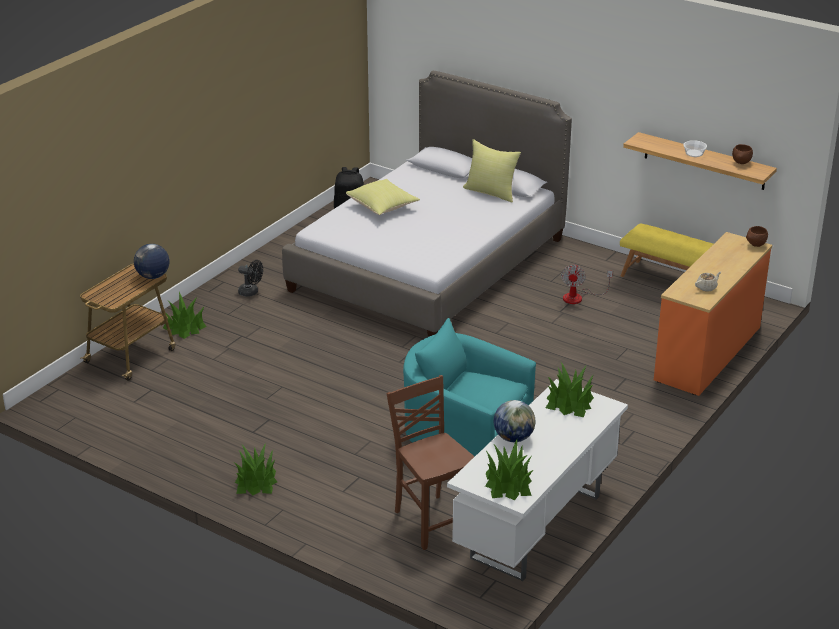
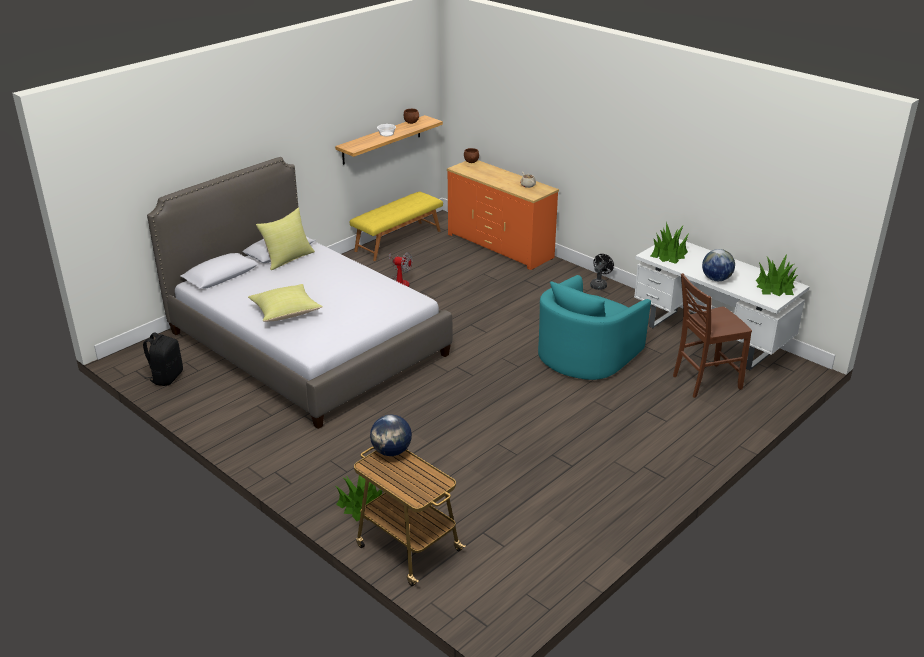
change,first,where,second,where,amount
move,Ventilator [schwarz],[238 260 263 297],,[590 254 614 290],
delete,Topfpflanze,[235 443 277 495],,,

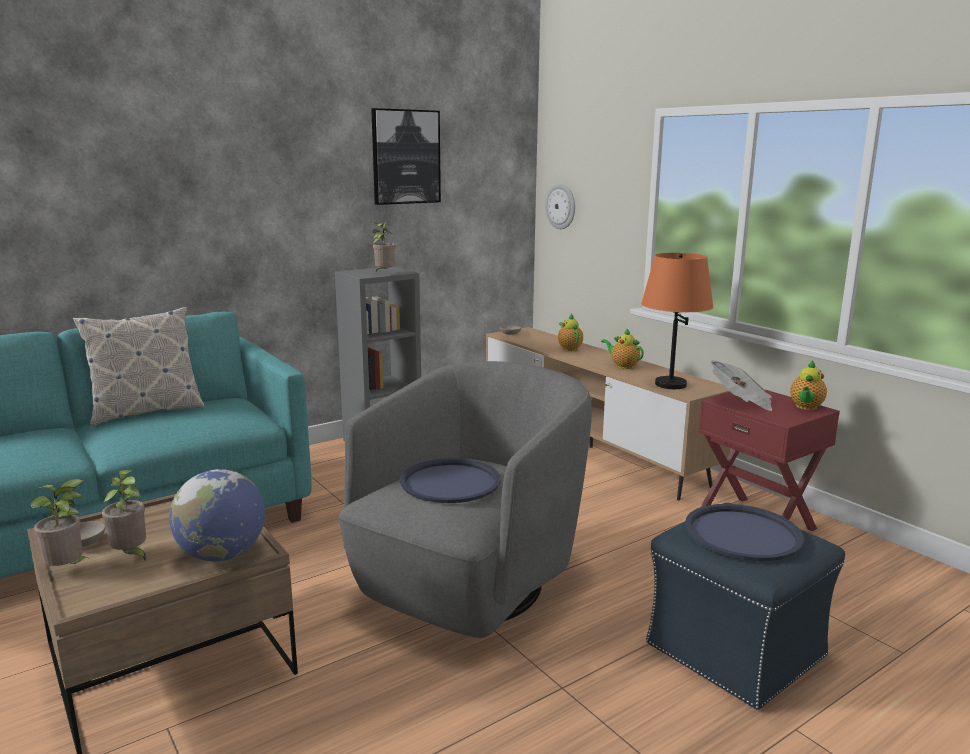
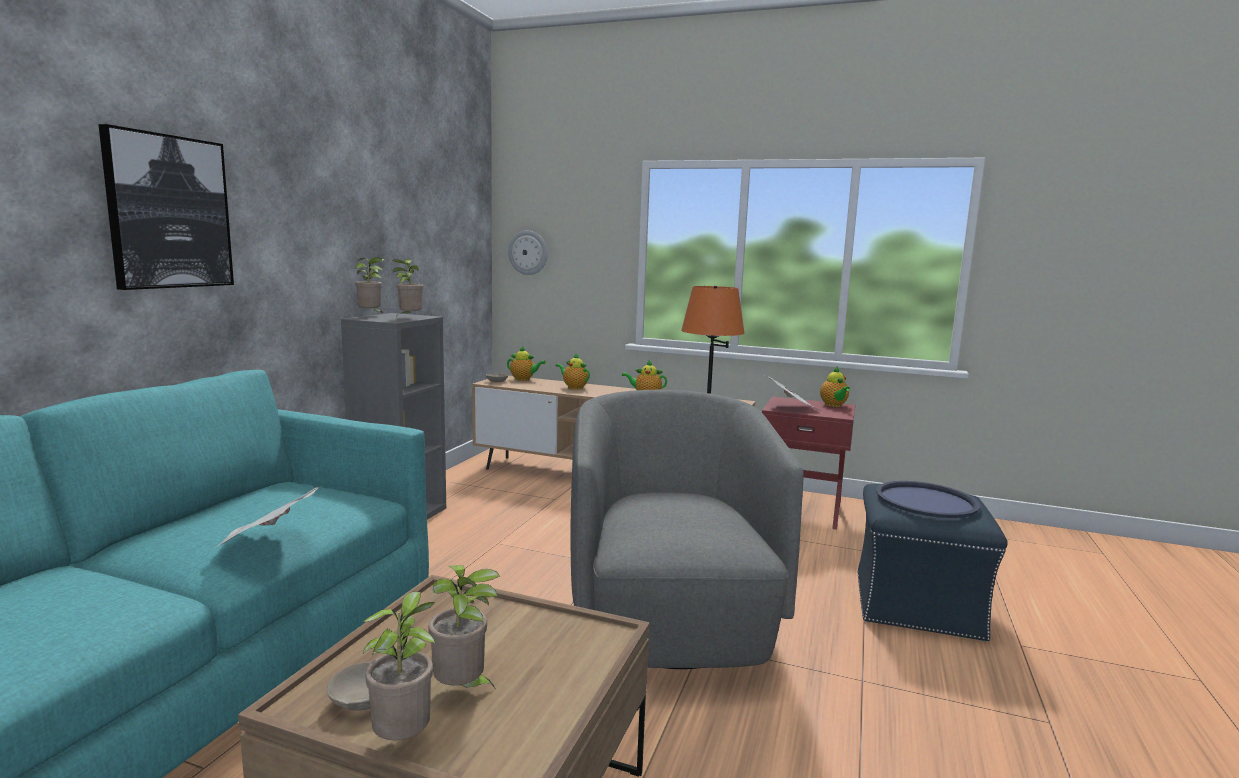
change,first,where,second,where,amount
move,Bild,[371 108 441 205],,[98 124 234 290],
delete,Kissen,[73 307 204 426],,,
delete,Tablett [blau],[400 458 501 503],,,
delete,Globus,[169 469 265 561],,,
insert,,,Topfpflanze,[355 257 385 315],
insert,,,Teekanne,[507 346 546 381],
insert,,,Zeitung,[216 486 319 547],

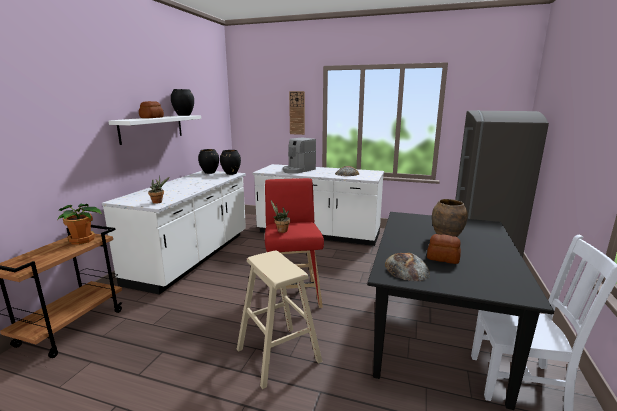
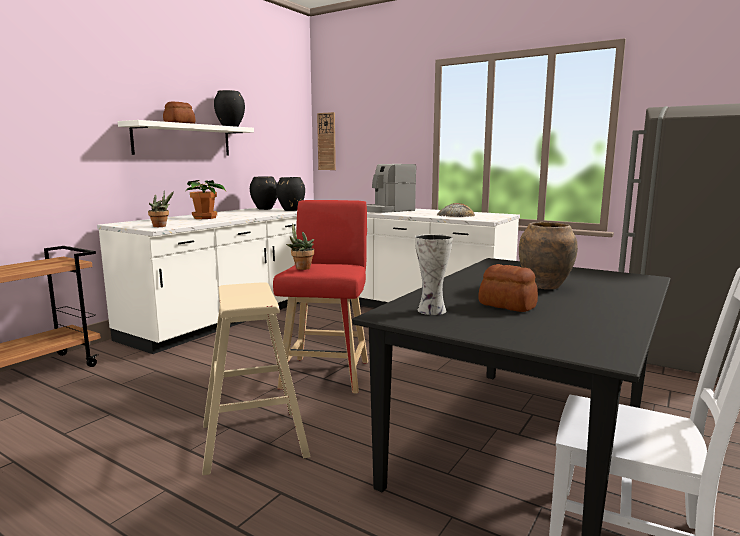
change,first,where,second,where,amount
move,Wanduhr,[289 91 305 135],,[317 112 336 170],
move,Topfpflanze,[58 204 102 245],,[186 180 226 219],
replace,Brot,[385 253 430 282],Vase,[415 234 453 315],

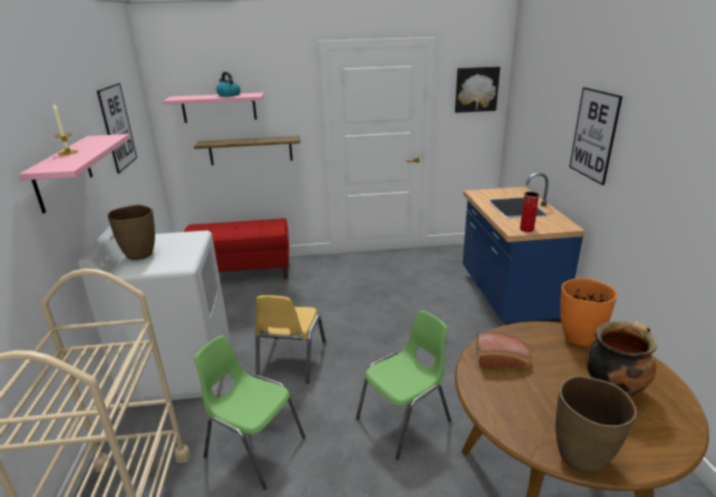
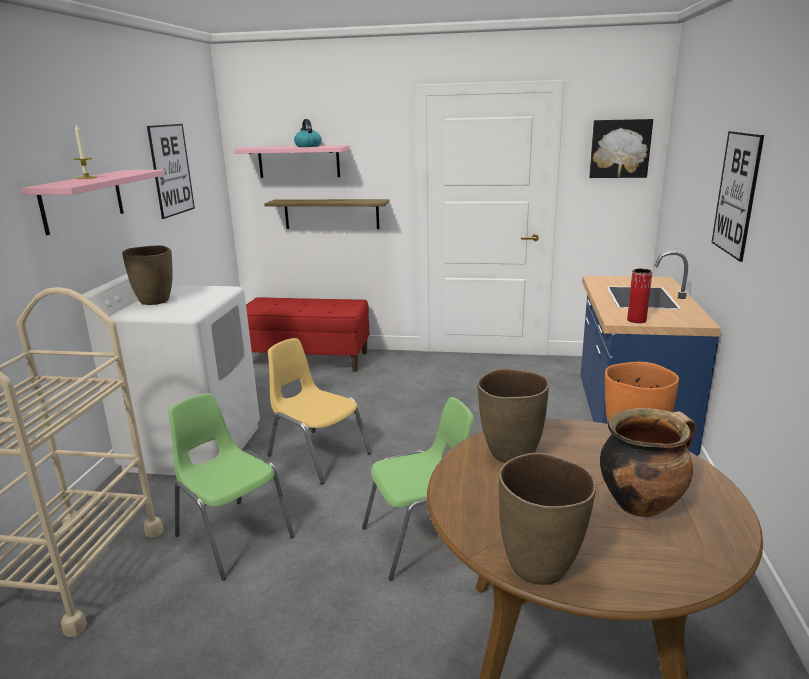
change,first,where,second,where,amount
rotate,Stuhl [gelb],[255 295 326 384],,[267 338 372 484],105 degrees clockwise
replace,Brot,[476 332 531 368],Vase [braun],[477 369 549 463],

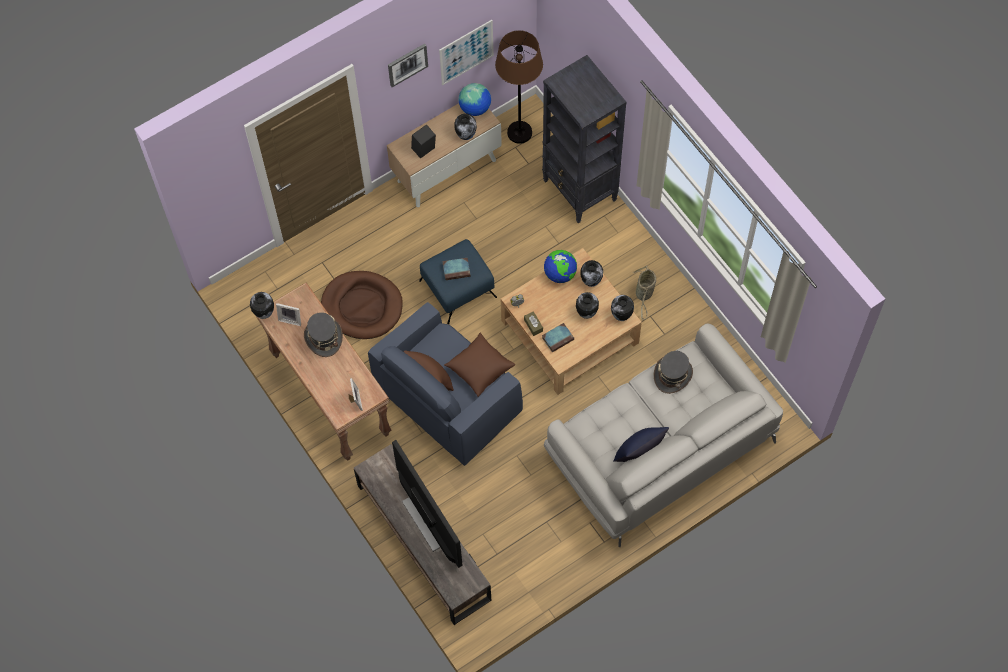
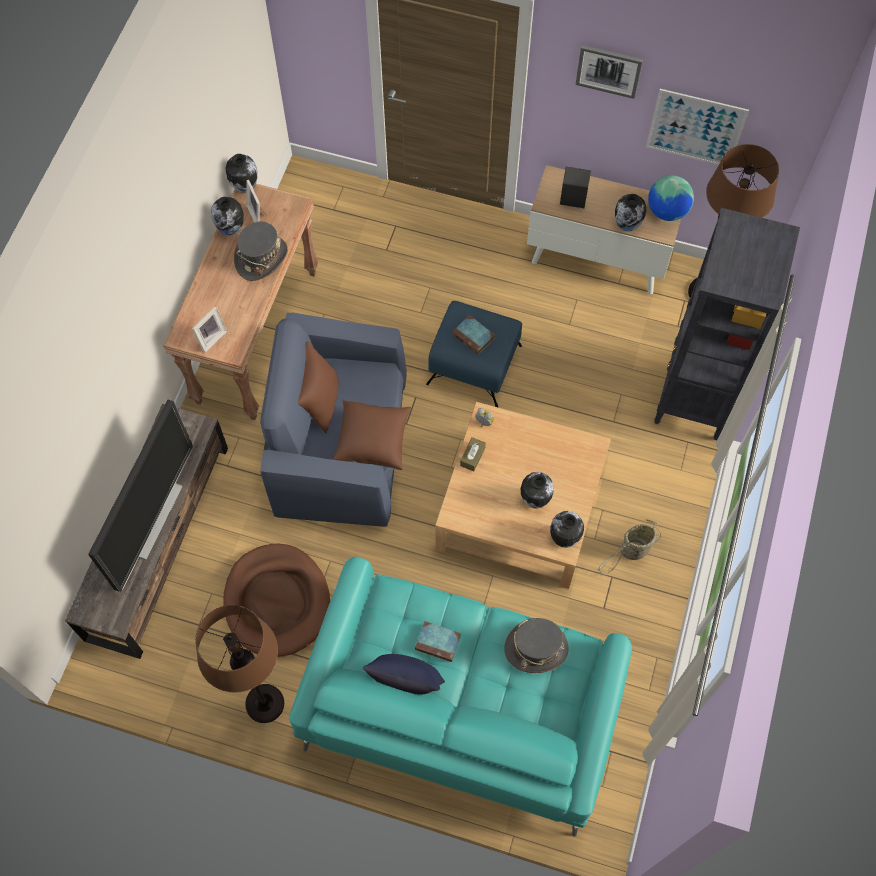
change,first,where,second,where,amount
delete,Globus,[544 250 577 283],,,
move,Vase,[580 260 603 287],,[211 197 244 236],
move,Hundebett [braun],[321 271 403 339],,[224 543 330 657],
move,Buch,[542 323 574 352],,[415 621 461 662],
recolor,Sofa [grau],[544 324 783 547],Sofa [türkis],[289 557 632 837],
insert,,,Stehlampe [braun],[195 605 284 723],

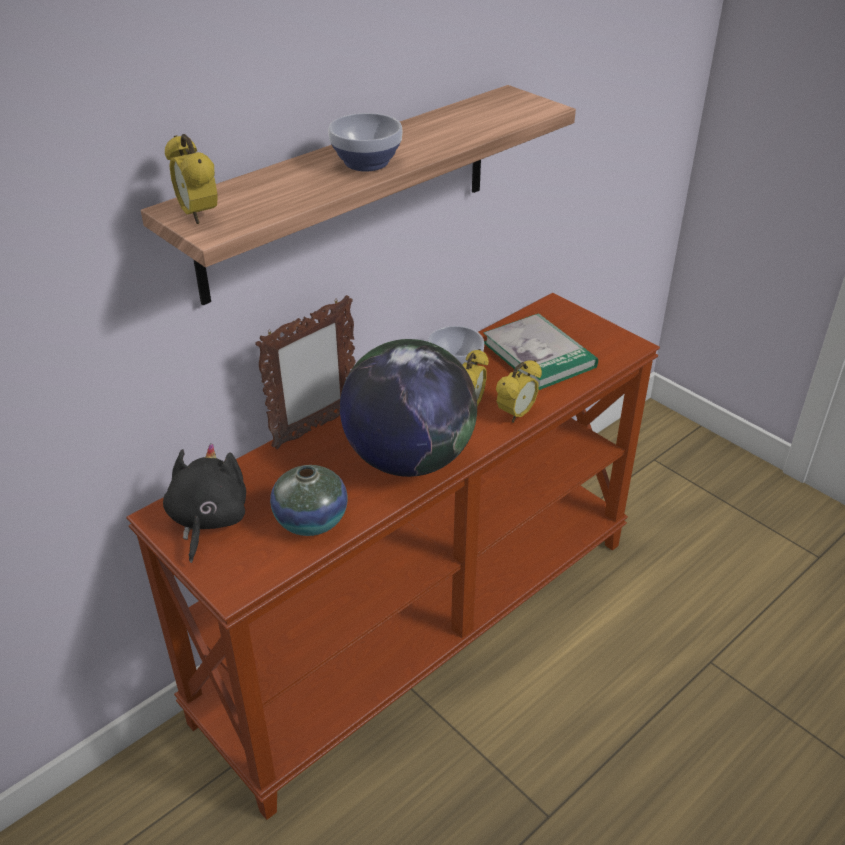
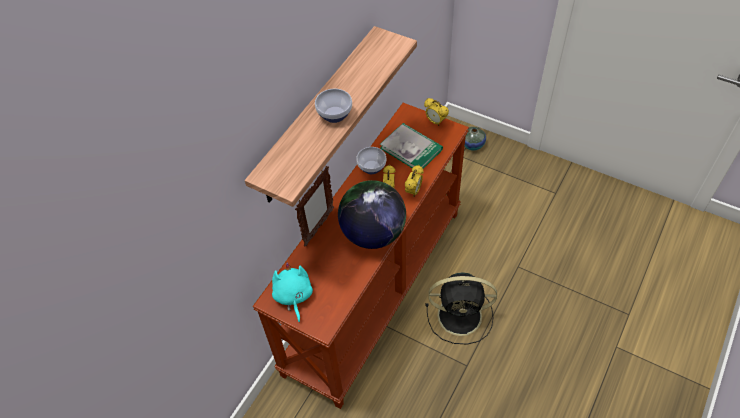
change,first,where,second,where,amount
move,Wecker,[165 134 218 224],,[424 98 449 126],
recolor,Plüschtier [schwarz],[163 444 246 563],Plüschtier [türkis],[272 262 313 323],
move,Vase,[270 465 348 536],,[465 127 486 150],
insert,,,Ventilator [schwarz],[426 272 497 344],

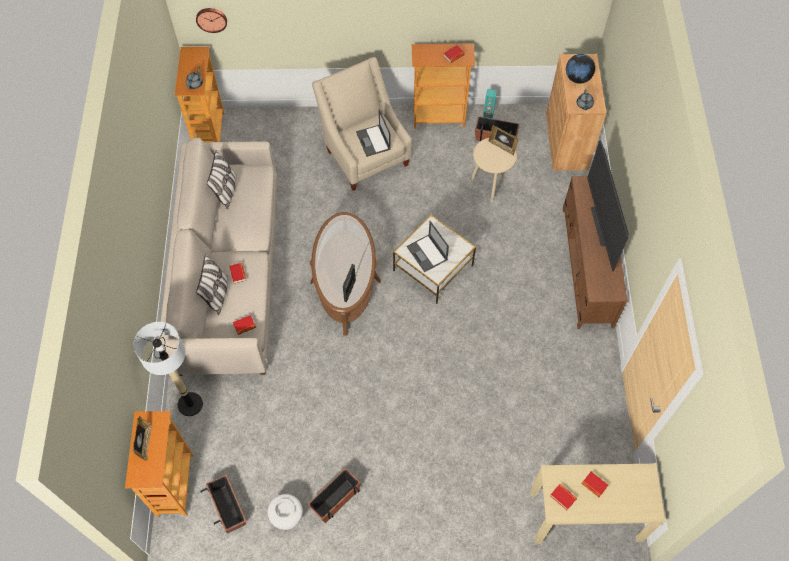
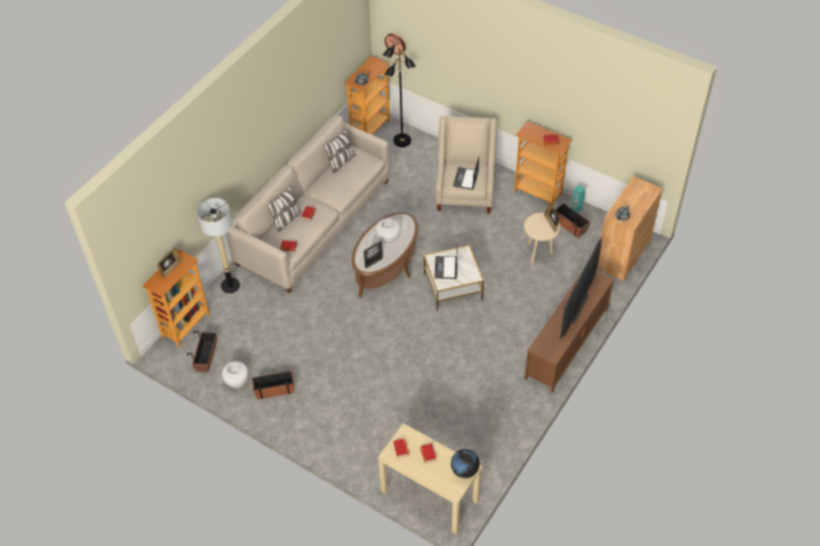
change,first,where,second,where,amount
move,Globus,[566 54 595 84],,[451 449 480 478],
insert,,,Stehlampe [schwarz],[383 39 416 147],
insert,,,Vase [weiß],[375 218 401 245],

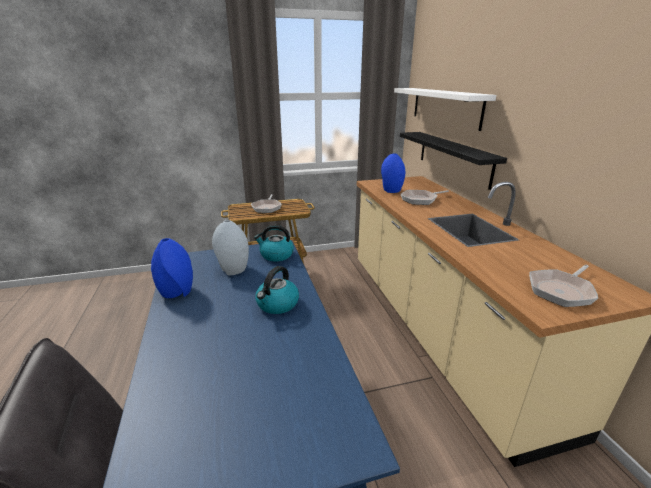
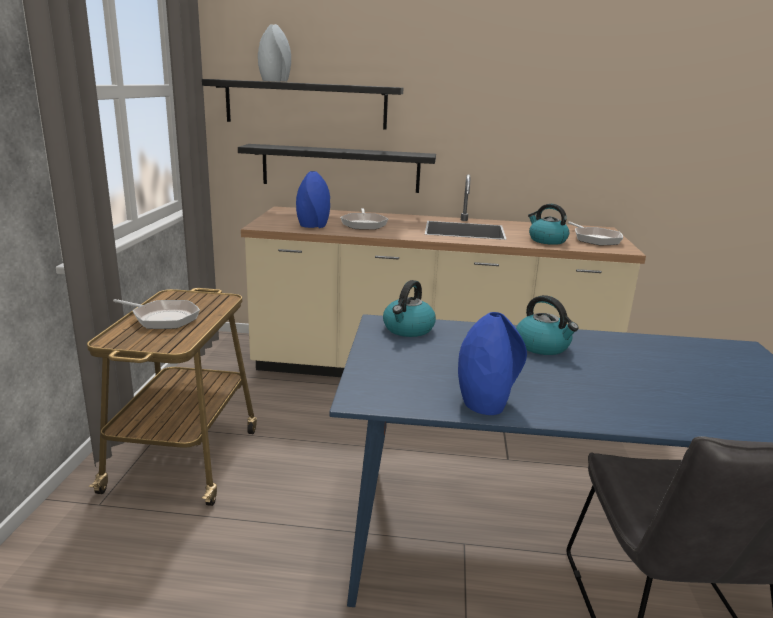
change,first,where,second,where,amount
recolor,Wandregal [weiß],[394 88 496 131],Wandregal [schwarz],[202 79 403 130],
move,Vase [grau],[212 220 249 276],,[258 24 291 82],
insert,,,Wasserkessel,[528 204 569 245],

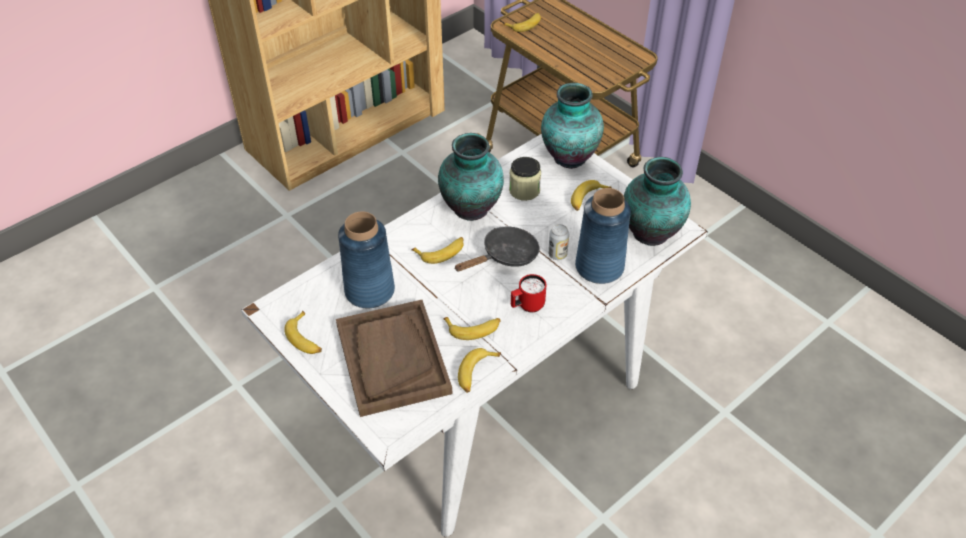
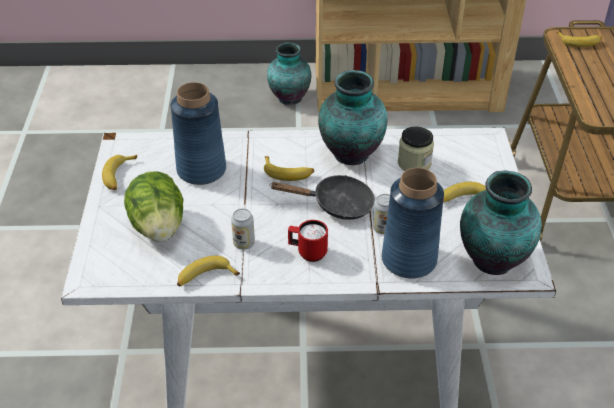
change,first,where,second,where,amount
move,Vase,[541 83 604 169],,[267 42 311 105],
replace,Tablett [braun],[336 300 453 417],Salatkopf,[124 171 183 242],
replace,Banane,[443 317 501 340],Dose,[231 209 255 250],

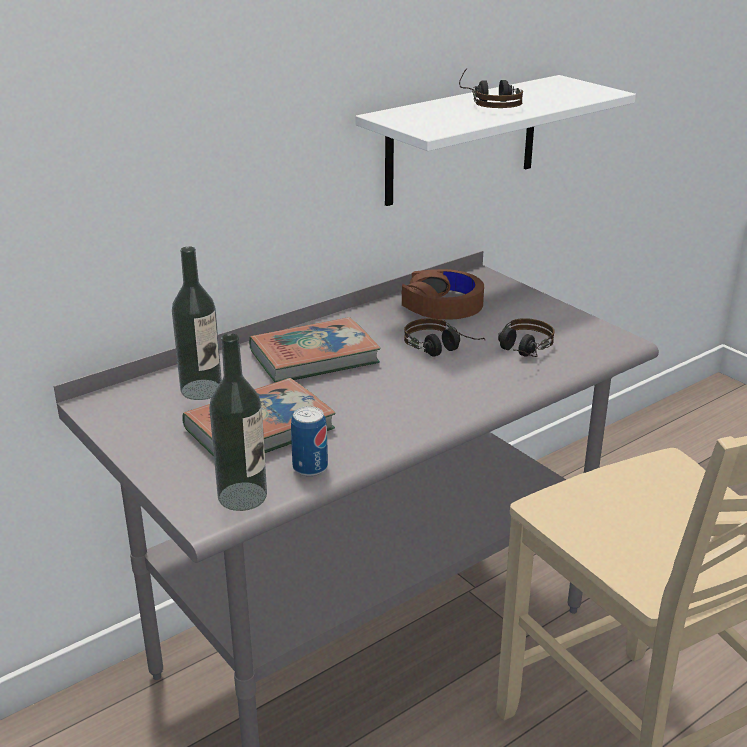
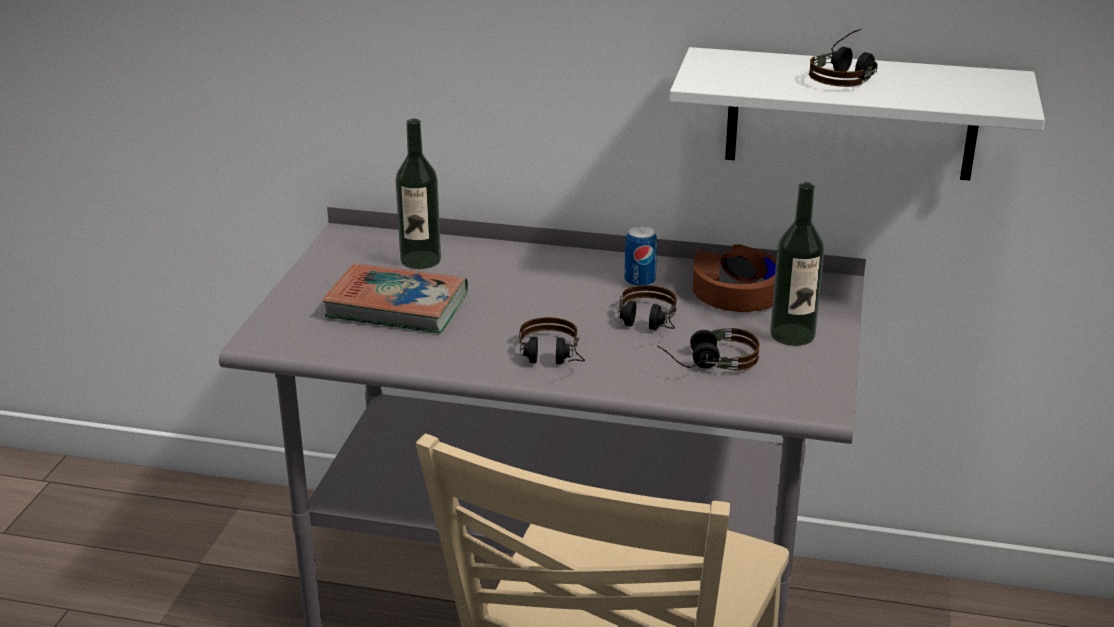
change,first,where,second,where,amount
delete,Buch,[249 317 380 382],,,
move,Flasche,[209 334 267 511],,[770 182 824 346],
move,Dose,[291 406 328 476],,[624 226 657 287],
insert,,,Kopfhörer,[519 317 585 364],

